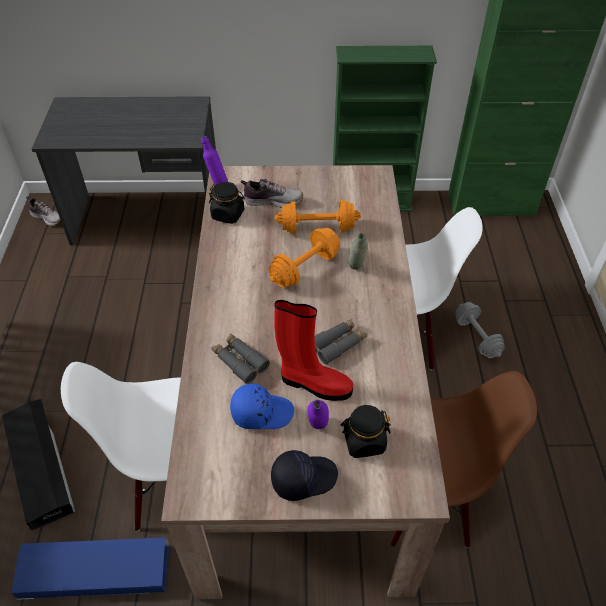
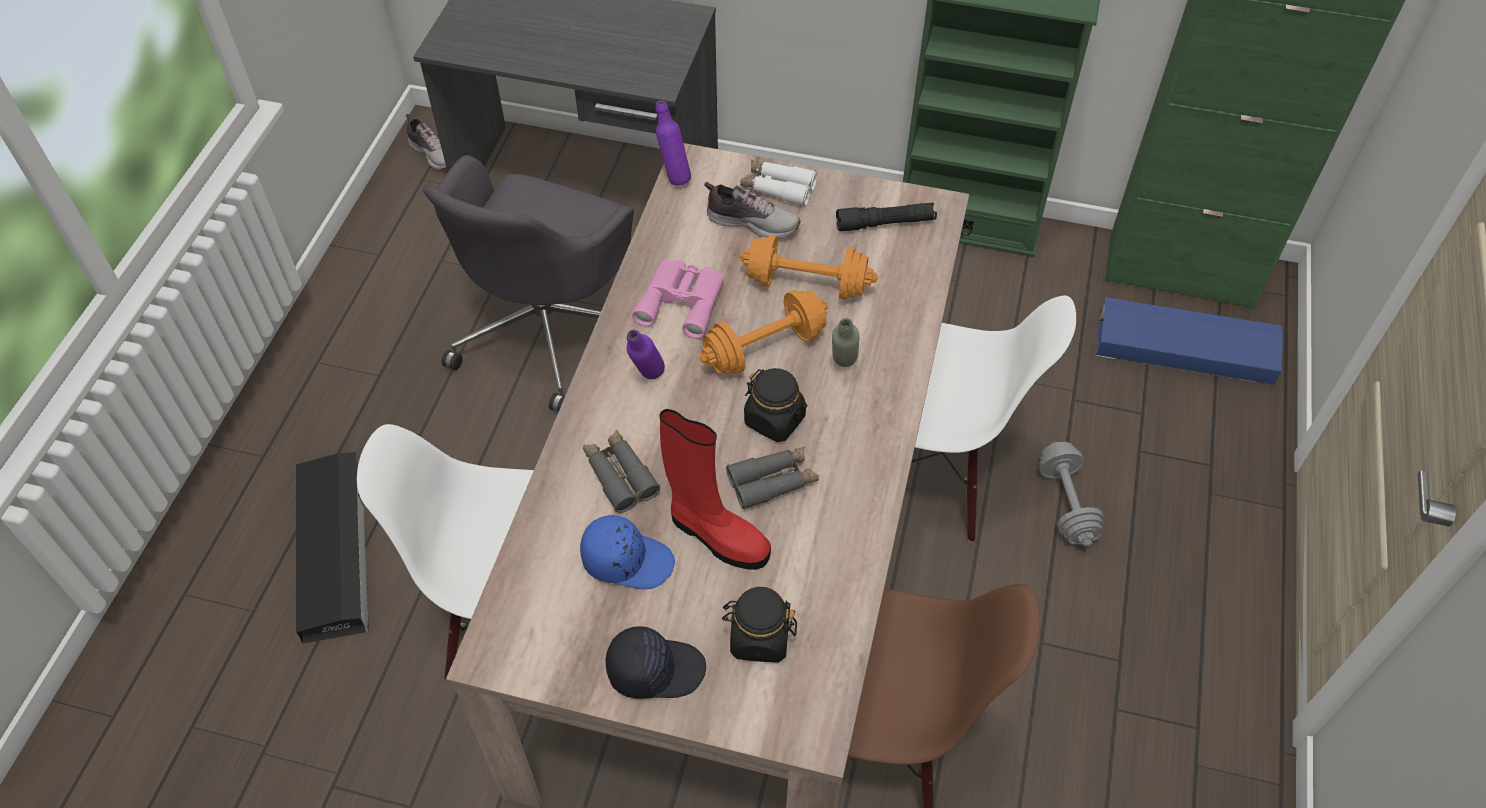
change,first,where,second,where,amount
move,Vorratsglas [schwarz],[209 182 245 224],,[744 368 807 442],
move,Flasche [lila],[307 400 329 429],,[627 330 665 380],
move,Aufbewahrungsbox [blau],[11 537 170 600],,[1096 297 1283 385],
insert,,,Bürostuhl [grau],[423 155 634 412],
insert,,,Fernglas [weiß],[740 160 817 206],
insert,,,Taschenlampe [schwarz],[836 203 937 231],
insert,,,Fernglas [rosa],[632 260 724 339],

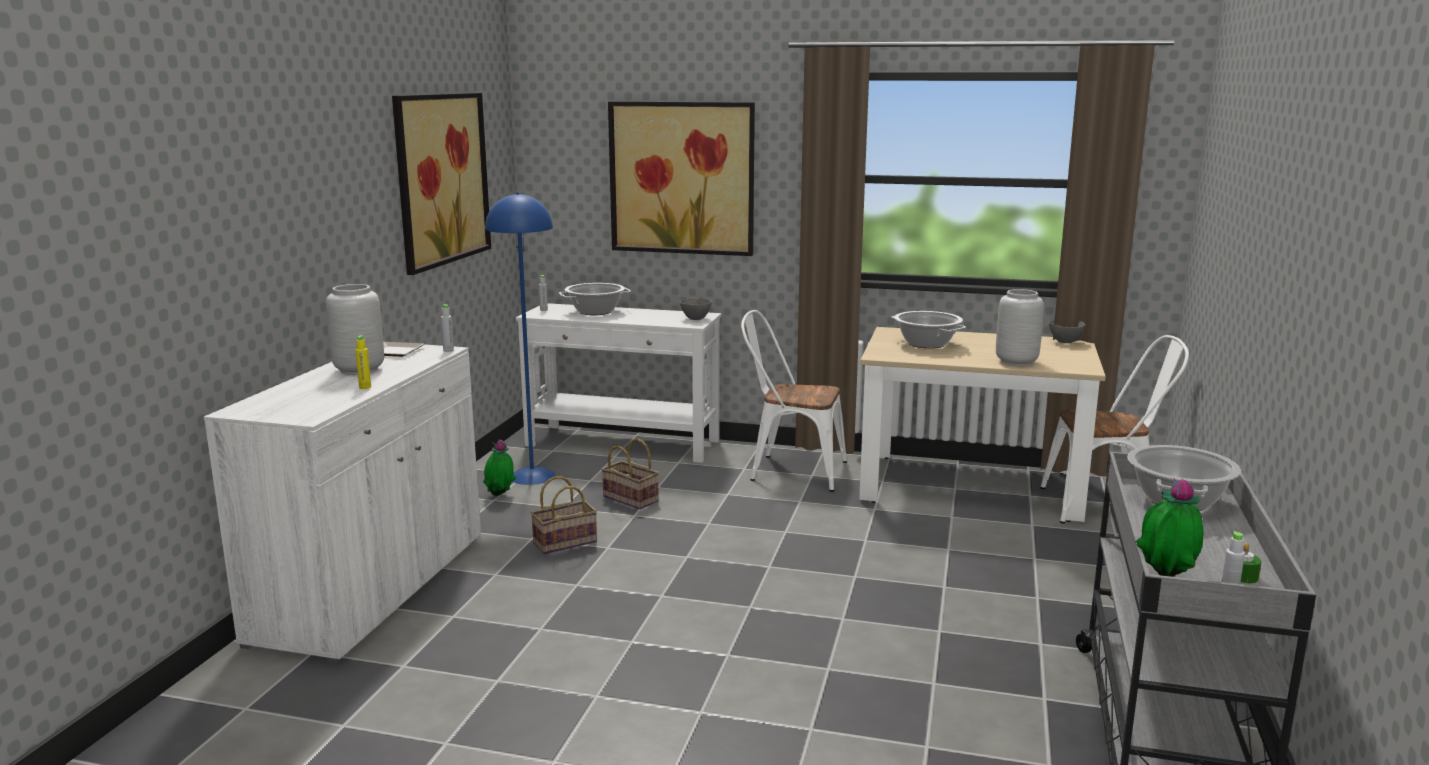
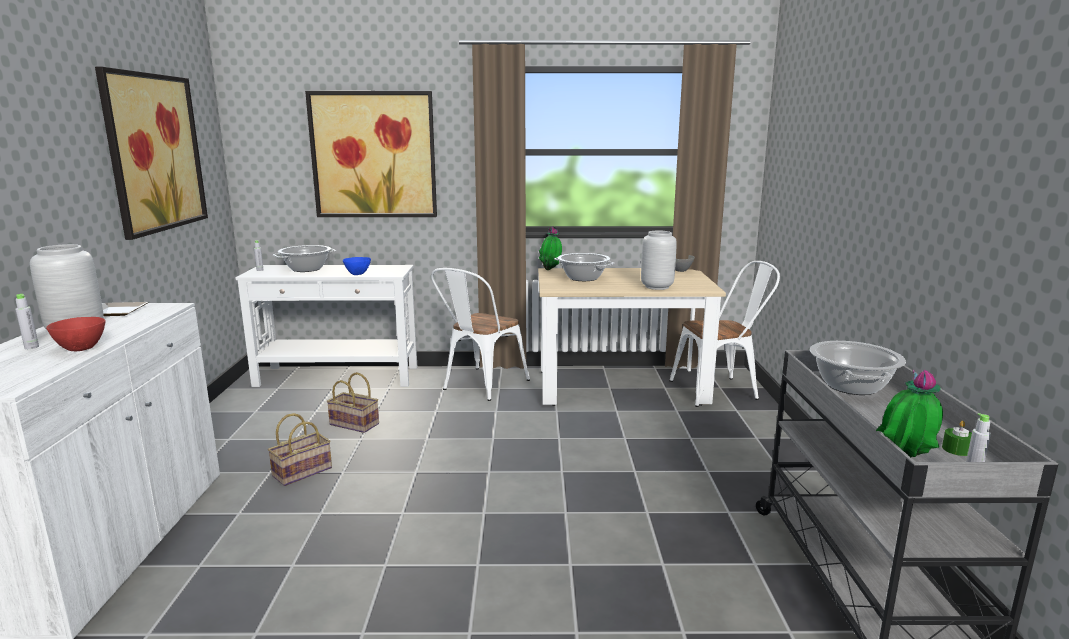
change,first,where,second,where,amount
delete,Stehlampe [blau],[485 192 556 485],,,
delete,Schüssel [grau],[679 298 712 320],,,
move,Flasche [grau],[441 304 454 352],,[15 294 39 349],
rotate,Stuhl [weiß],[741 310 847 492],,[431 268 530 401],60 degrees counterclockwise
replace,Flasche [gelb],[355 335 371 389],Schüssel [rot],[46 317 106 351],
move,Topfpflanze,[483 440 516 496],,[539 226 562 270],
insert,,,Schüssel [blau],[343 257 371 275],

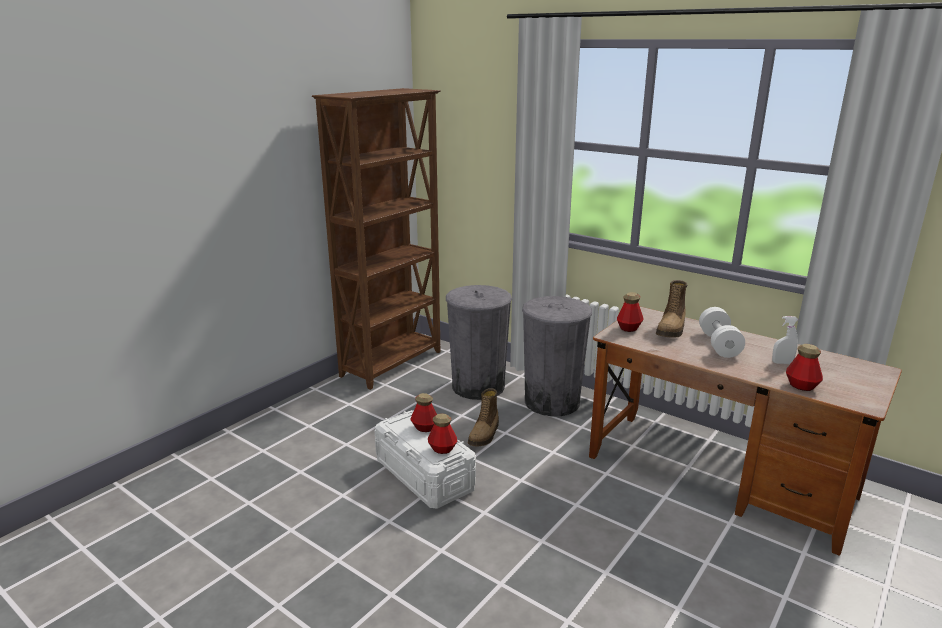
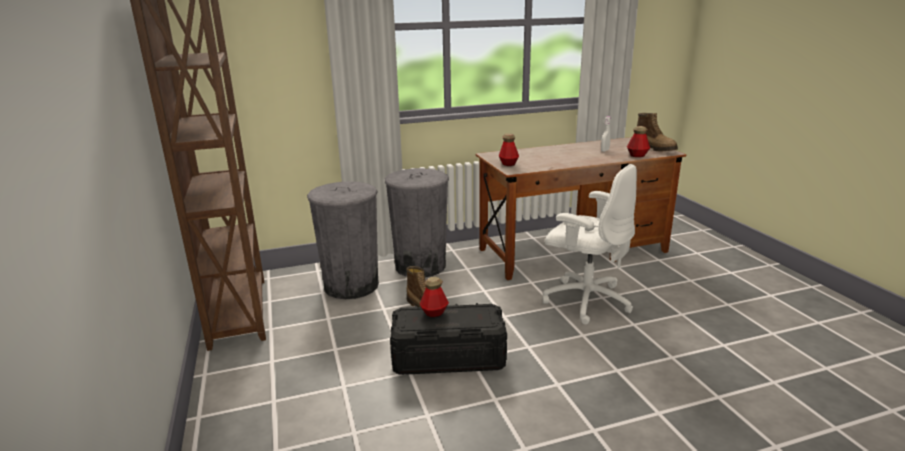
change,first,where,second,where,amount
move,Stiefel,[656 280 687 337],,[637 113 678 151],
delete,Hantel [weiß],[699 307 745 358],,,
recolor,Aufbewahrungsbox [weiß],[375 410 476 509],Aufbewahrungsbox [schwarz],[390 303 507 375],
delete,Flasche,[428 414 458 454],,,
insert,,,Bürostuhl [weiß],[542 164 637 325],

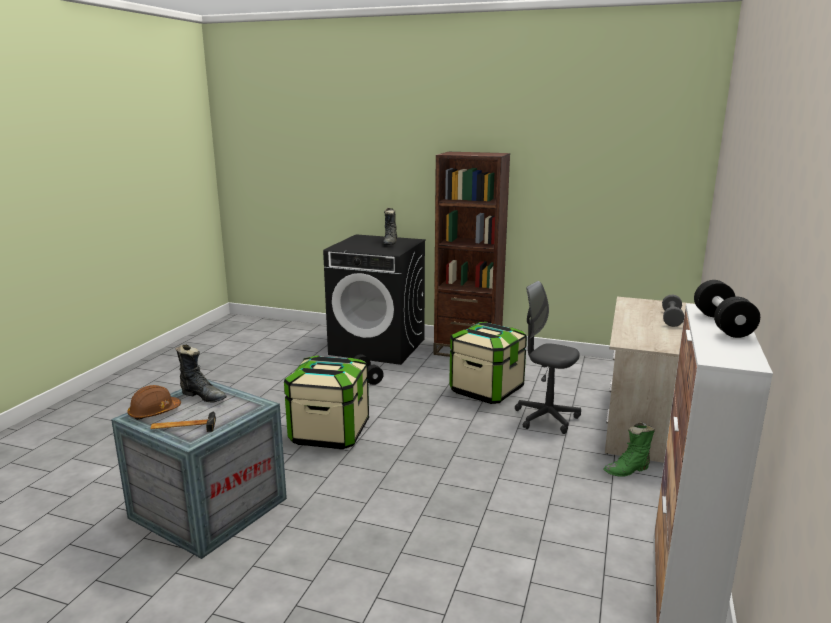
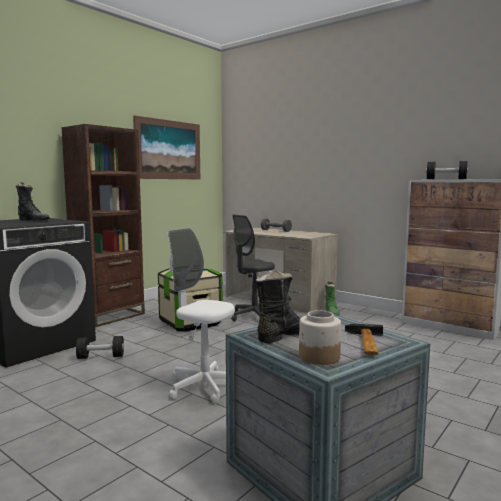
change,first,where,second,where,amount
replace,Aufbewahrungsbox,[284 355 369 449],Bürostuhl [weiß],[168 228 235 404],
replace,Schutzhelm [braun],[127 385 181 420],Vorratsglas,[299 310 341 365],
insert,,,Bild,[133 115 200 179],

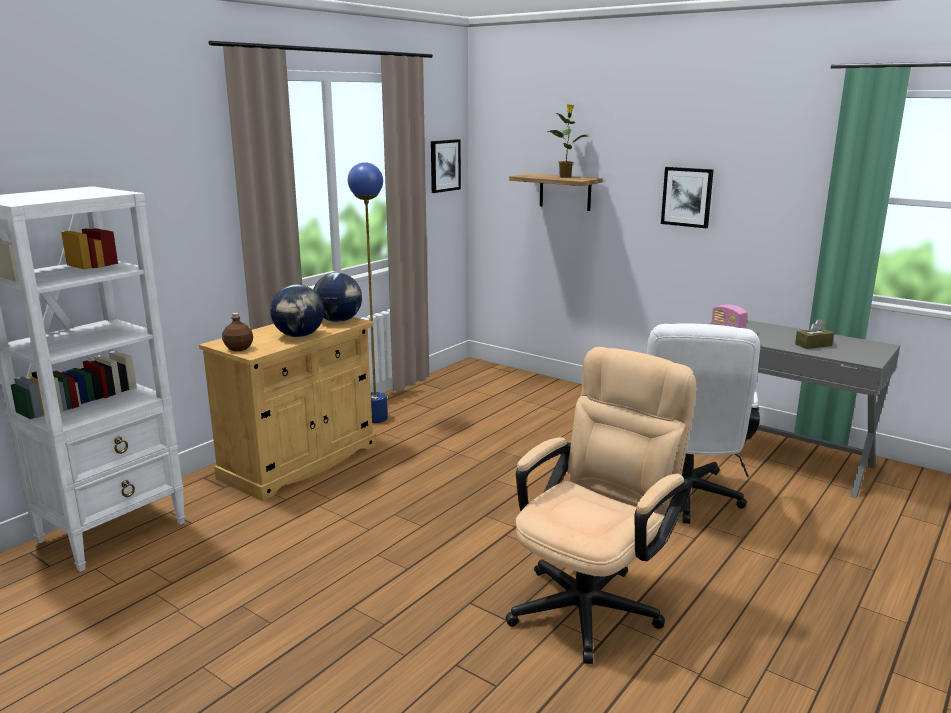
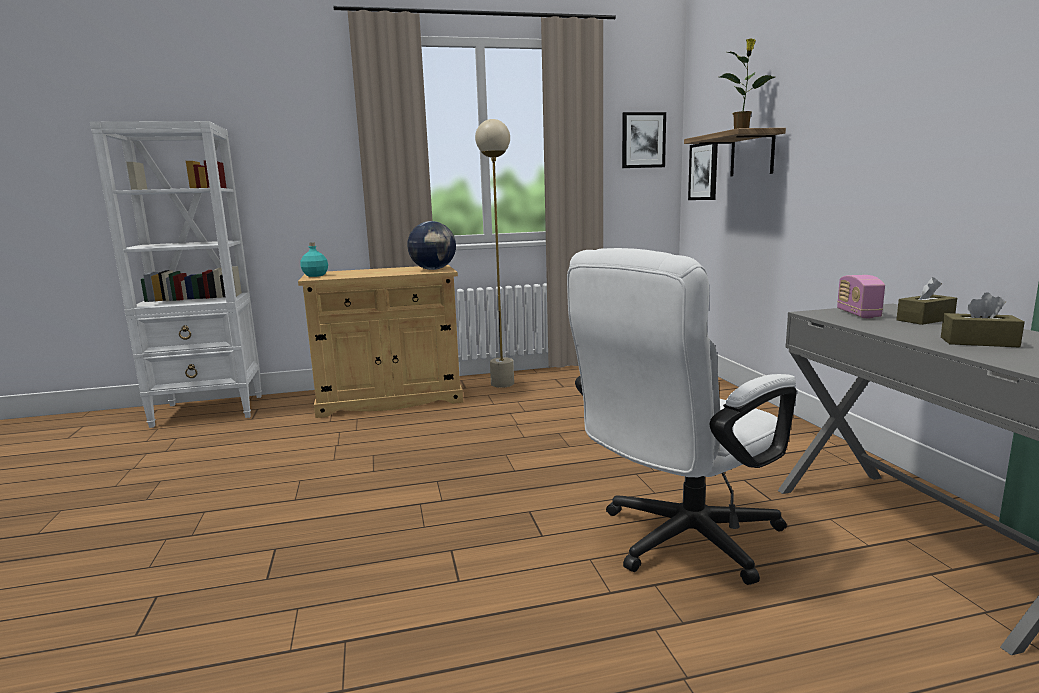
change,first,where,second,where,amount
recolor,Stehlampe [blau],[348 162 388 423],Stehlampe [beige],[475 119 514 388],
move,Bild,[661 167 714 228],,[688 144 718 200],
delete,Globus,[270 284 324 337],,,
recolor,Flasche [braun],[222 313 253 351],Flasche [türkis],[301 242 328 277],
delete,Bürostuhl [beige],[506 347 696 664],,,
insert,,,Taschentuchbox [braun],[896 277 957 325],

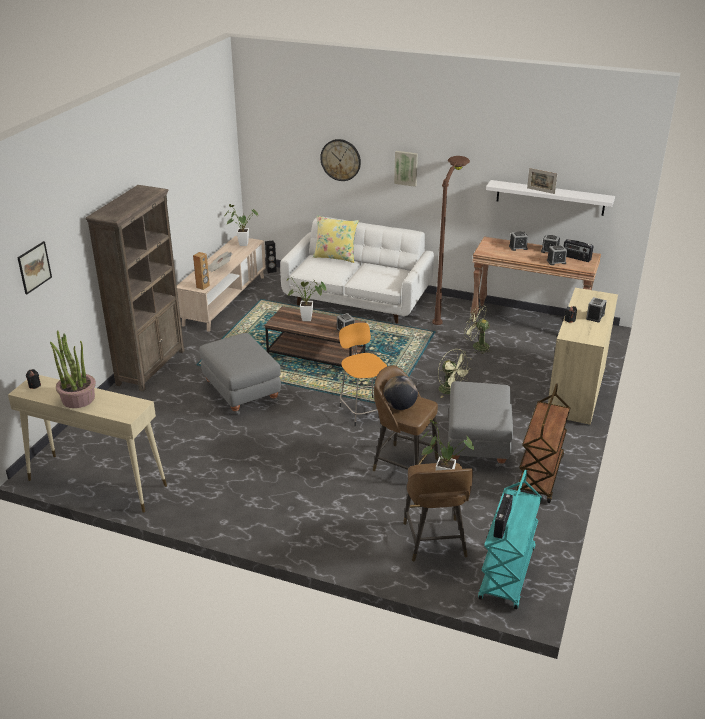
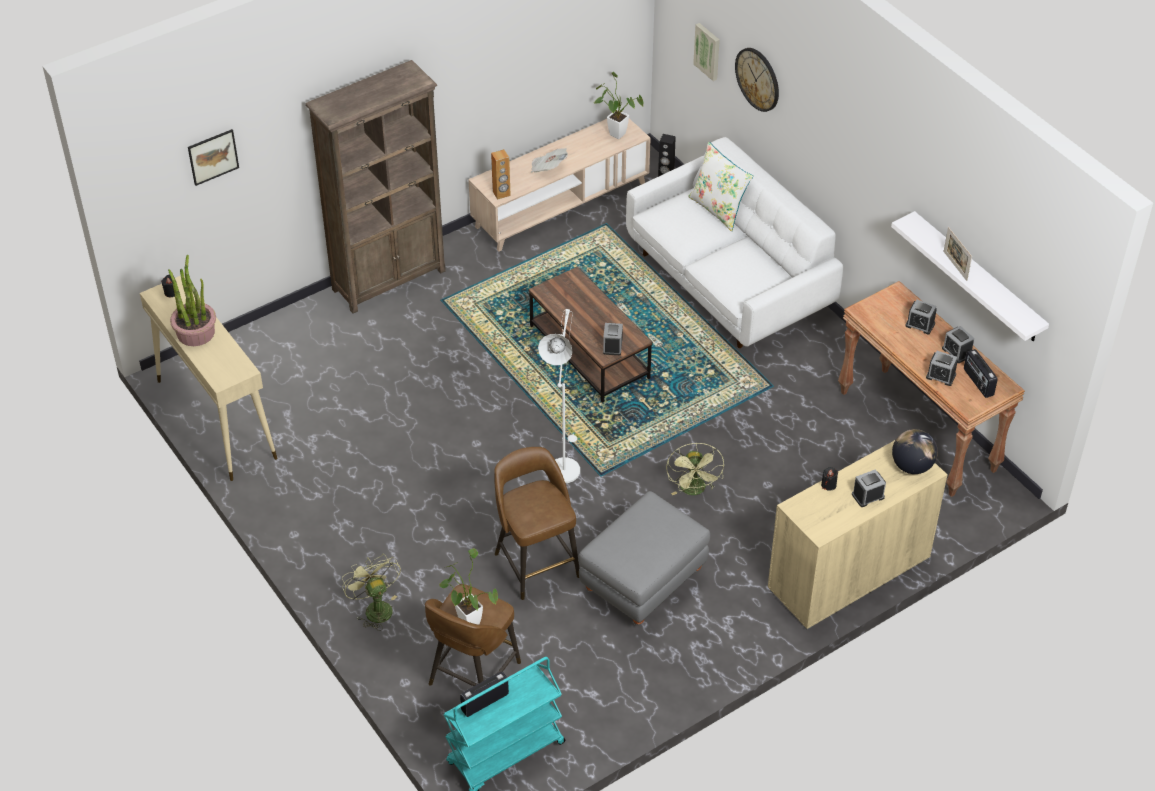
change,first,where,second,where,amount
move,Bild,[394 151 418 187],,[693 23 720 81],
delete,Stehlampe [braun],[432 156 470 325],,,
recolor,Kissen [gelb],[313 215 359 263],Kissen [weiß],[688 142 754 231],
delete,Topfpflanze,[287 277 327 321],,,
move,Ventilator [grün],[464 304 491 354],,[342 554 401 631],
replace,Hocker [orange],[339 323 387 426],Stehlampe [weiß],[538 309 580 483],
delete,Polsterhocker [grau],[199 333 281 415],,,
move,Globus,[383 375 418 410],,[892 429 938 474],
delete,Rollwagen [braun],[516 383 570 503],,,

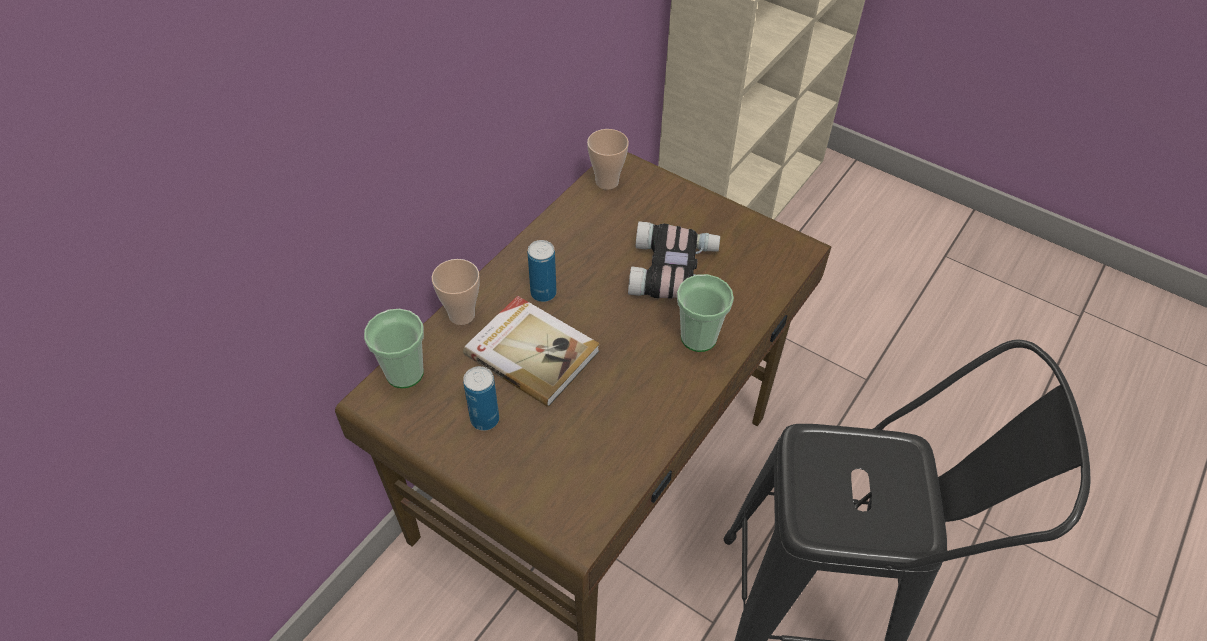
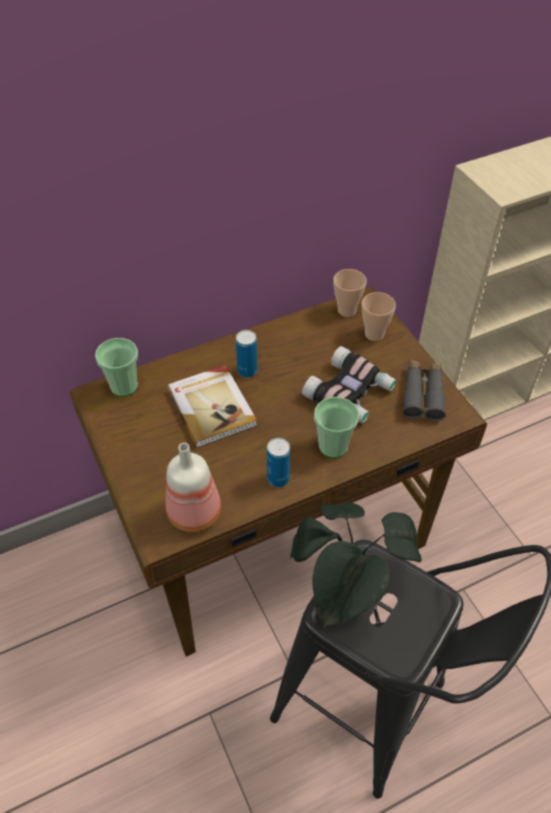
change,first,where,second,where,amount
move,Tasse,[432 259 480 325],,[362 292 396 341],
move,Dose,[463 366 499 431],,[267 438 290 487],
insert,,,Fernglas [grau],[402 359 446 421],
insert,,,Flasche,[166 443 221 532],
insert,,,Topfpflanze,[290 502 422 628],

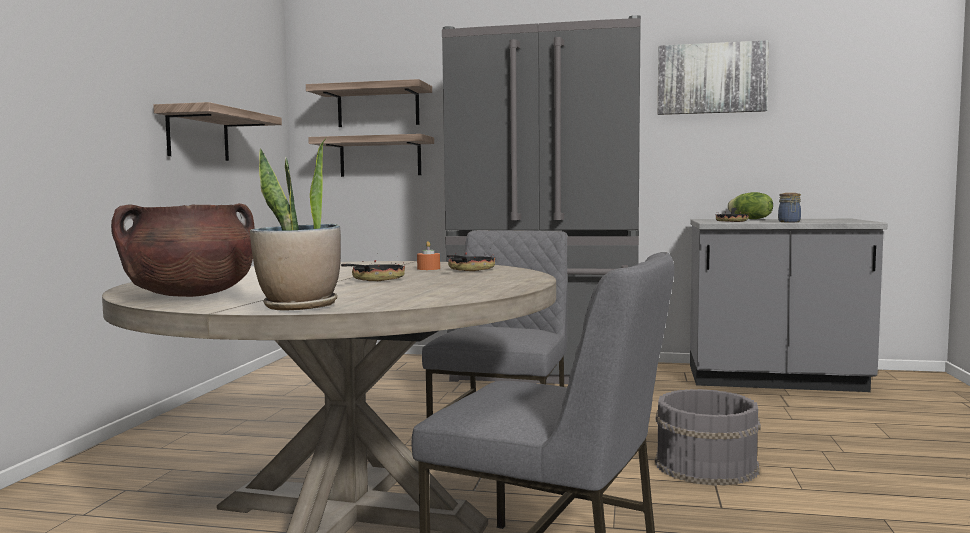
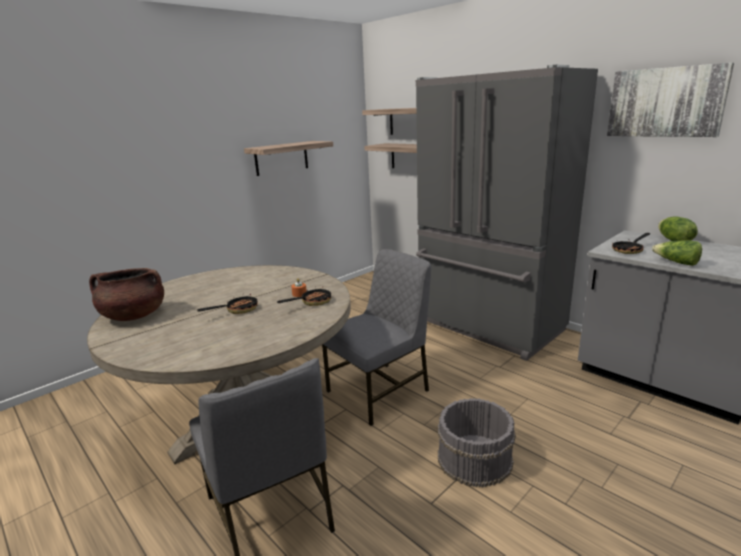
change,first,where,second,where,amount
delete,Topfpflanze,[250 138 341 310],,,
replace,Vorratsglas,[778 193 801 222],Salatkopf,[652 240 702 266],

